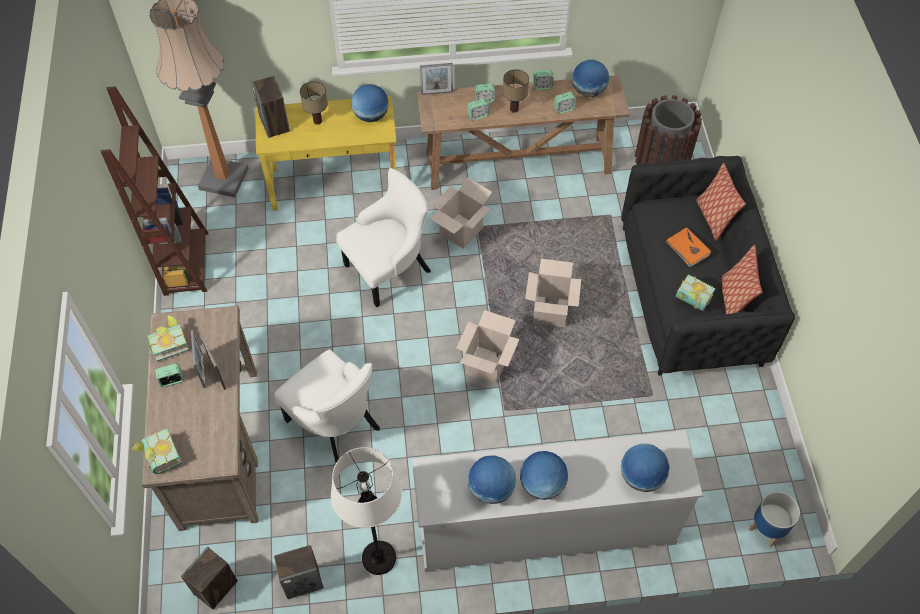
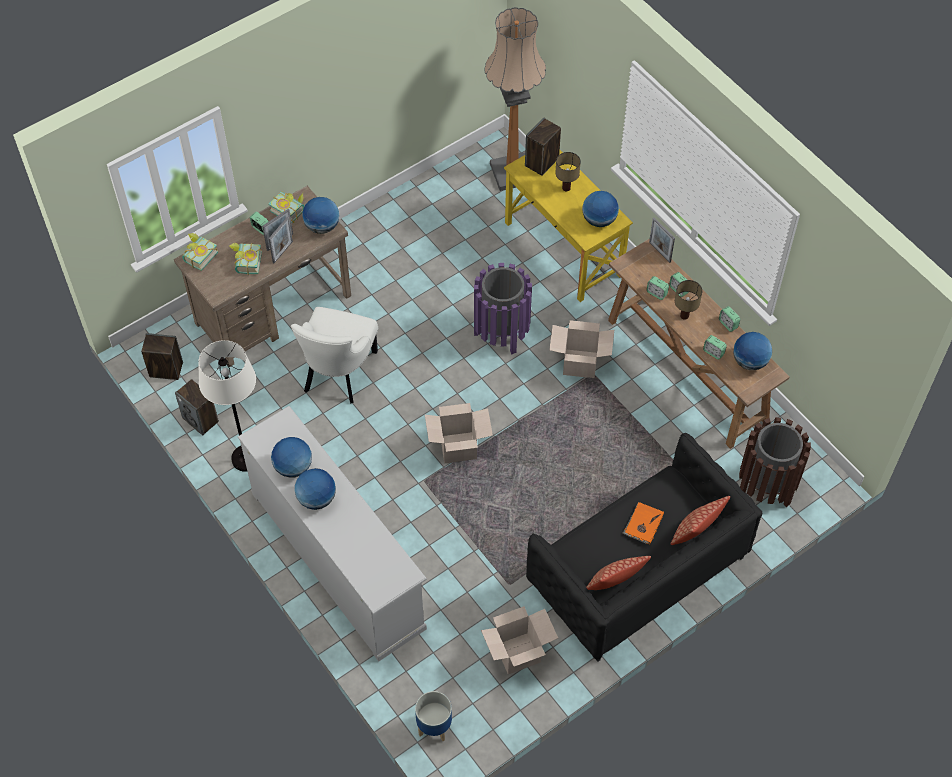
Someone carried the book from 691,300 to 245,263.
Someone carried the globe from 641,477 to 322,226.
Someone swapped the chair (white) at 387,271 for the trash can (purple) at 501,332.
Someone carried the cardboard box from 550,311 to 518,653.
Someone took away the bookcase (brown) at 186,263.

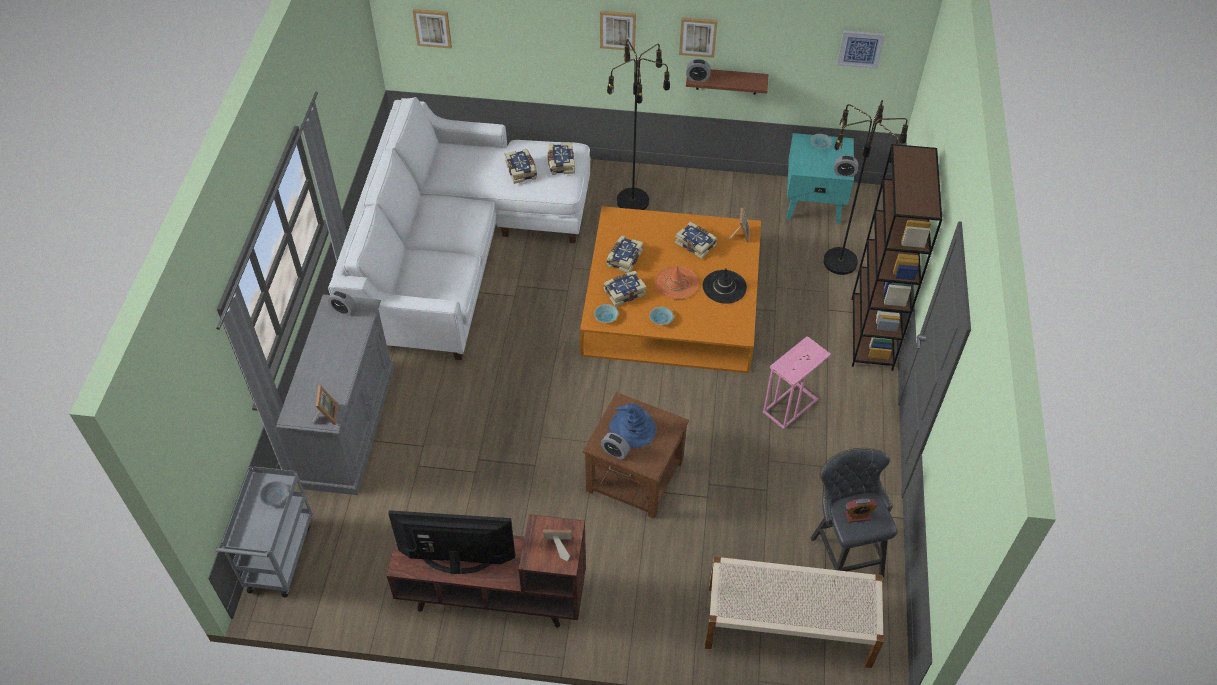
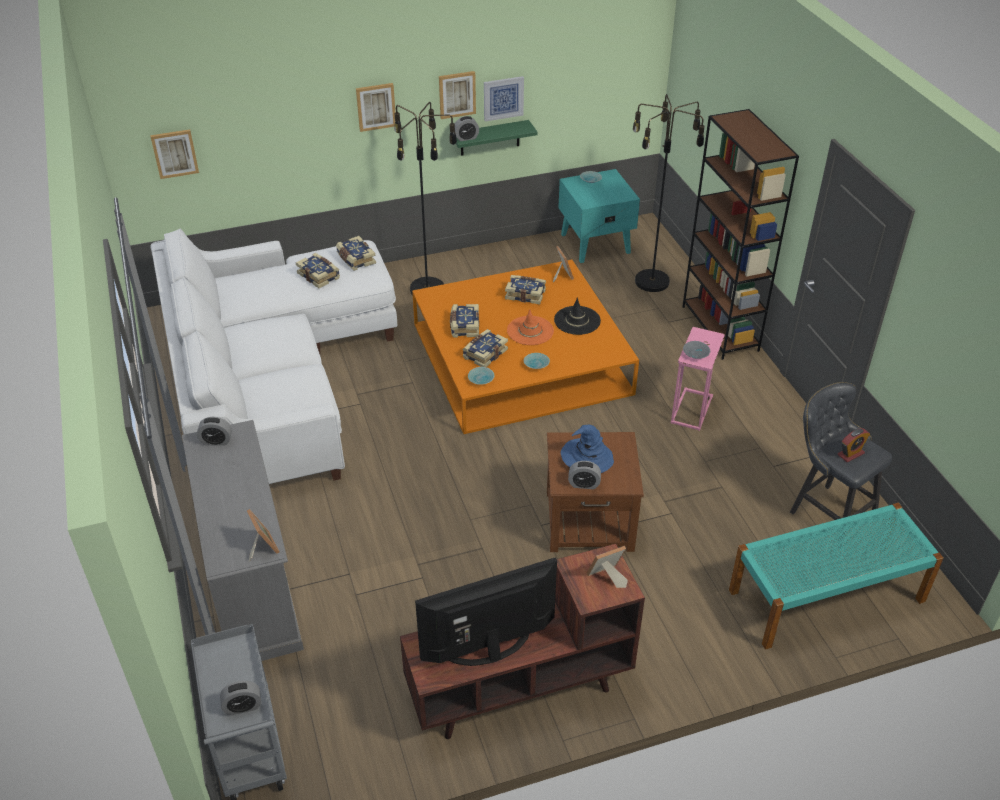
Someone carried the alarm clock from 844,173 to 243,706.
Someone repainted the shelf (brown) at 727,81, which became the shelf (green) at 490,138.
Someone carried the picture from 860,48 to 503,98.
Someone carried the bowl (grey) from 275,496 to 696,354.
Someone repainted the bench (beige) at 788,626, which became the bench (turquoise) at 826,596.

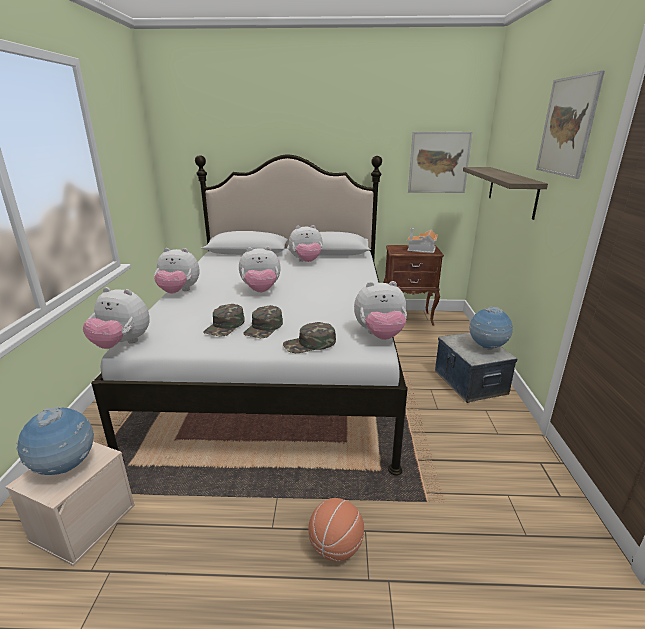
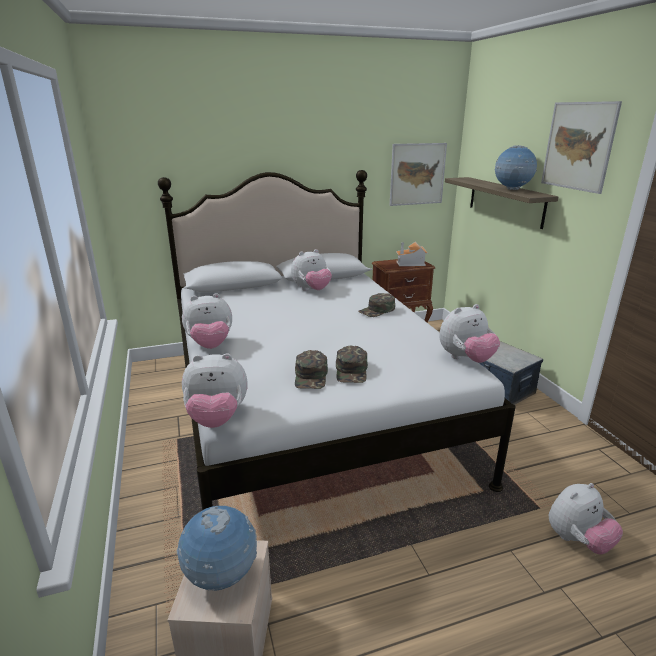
Someone carried the cap (green) from 309,344 to 377,310.
Someone carried the globe from 487,347 to 512,189.
Someone carried the plush toy from 261,291 to 577,540.
Someone took away the basketball at 335,547.

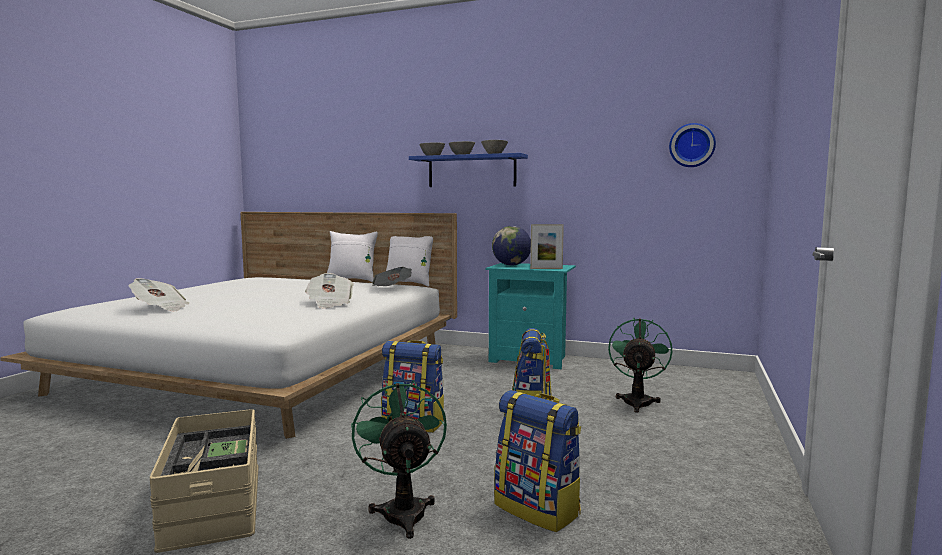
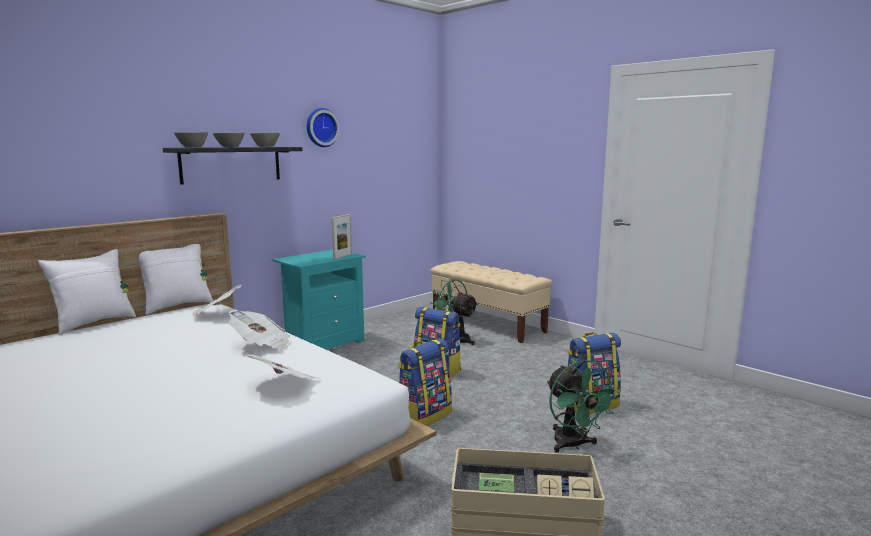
Someone repainted the shelf (blue) at 471,171, which became the shelf (black) at 231,164.
Someone carried the newspaper from 160,308 to 283,385.
Someone carried the wall clock from 692,145 to 321,127.
Someone put down the bench (beige) at 488,324.
Someone rotated the fan (green) at 402,510 by 120 degrees counterclockwise.
Someone took away the globe at 511,265.

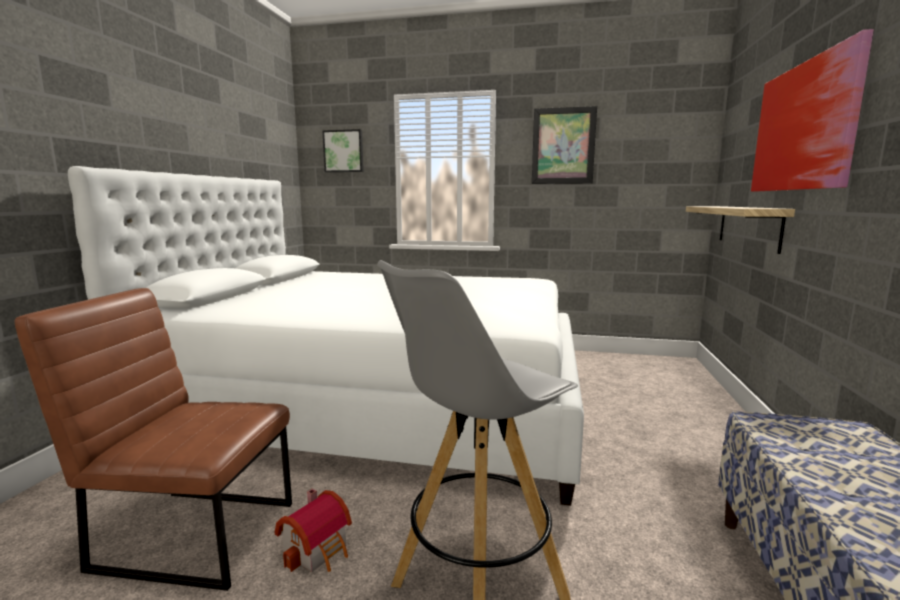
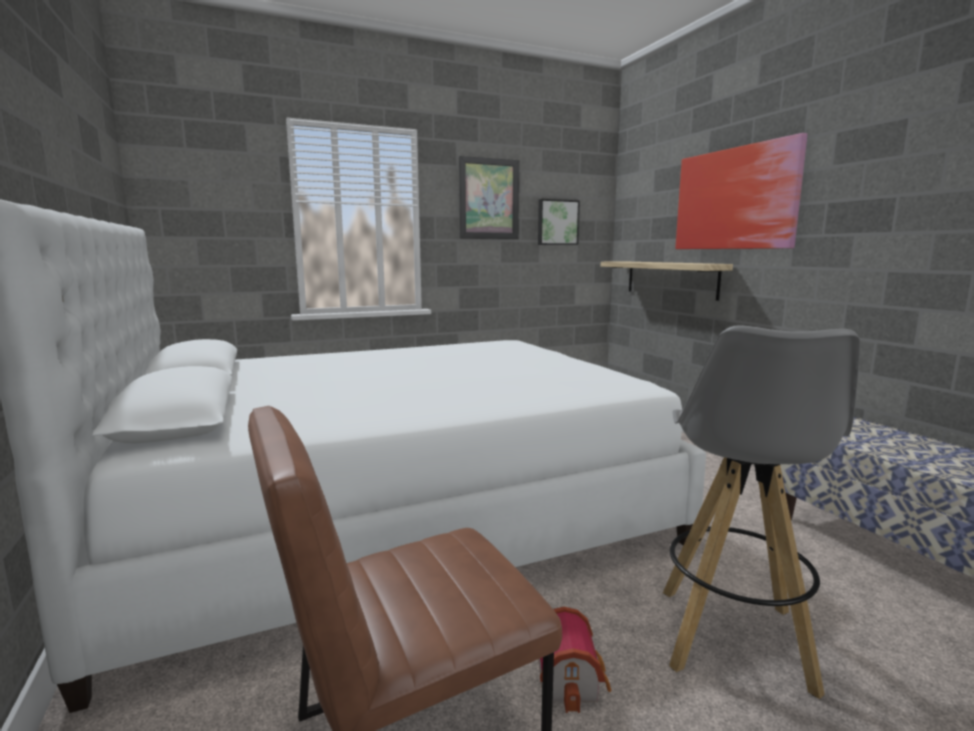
Someone carried the picture from 344,151 to 557,222.

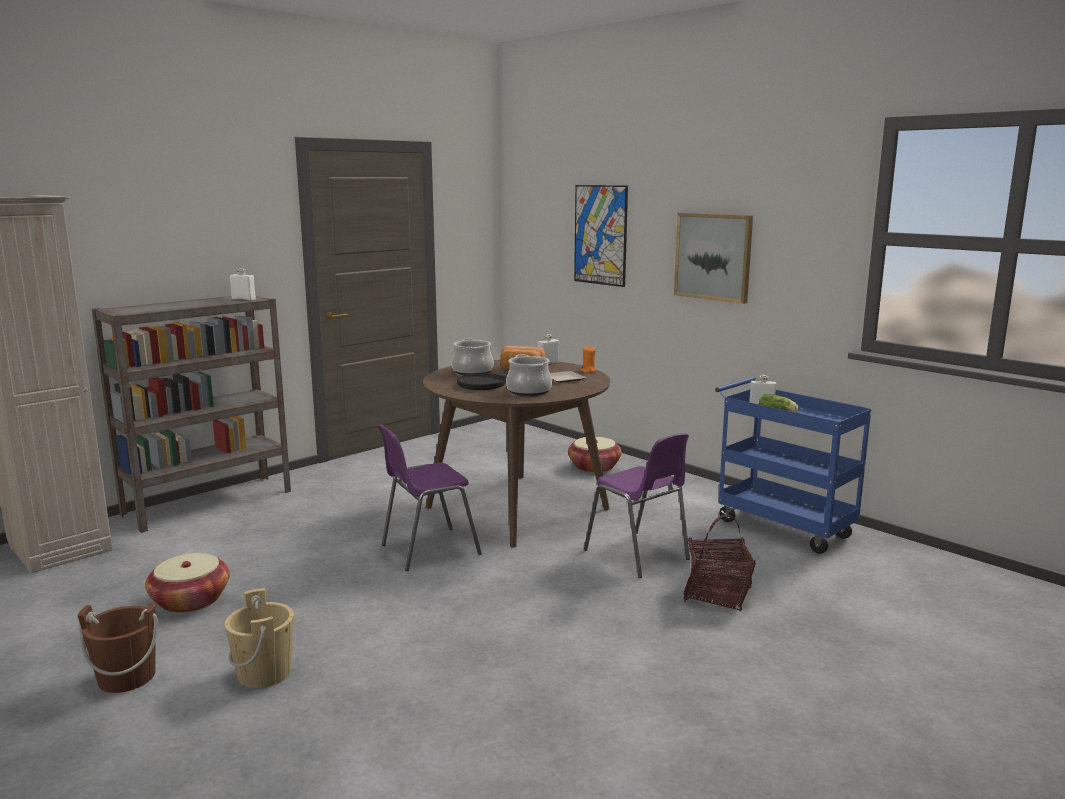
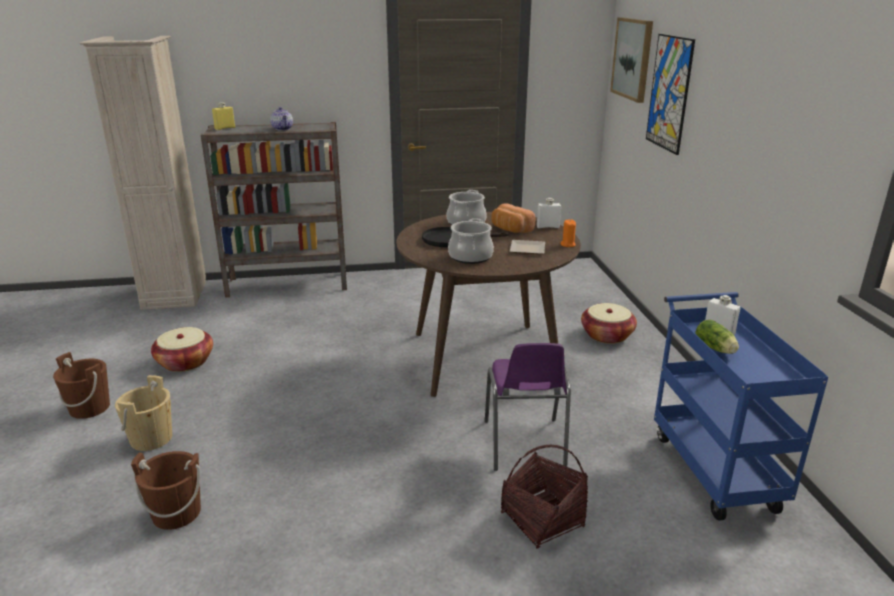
Someone put down the bucket (brown) at 176,513.
Someone put down the bottle (yellow) at 225,128.
Someone put down the teapot at 283,129.
Someone carried the picture from 713,256 to 633,58.
Someone took away the bottle (white) at 243,299.
Someone took away the chair (purple) at 427,550.

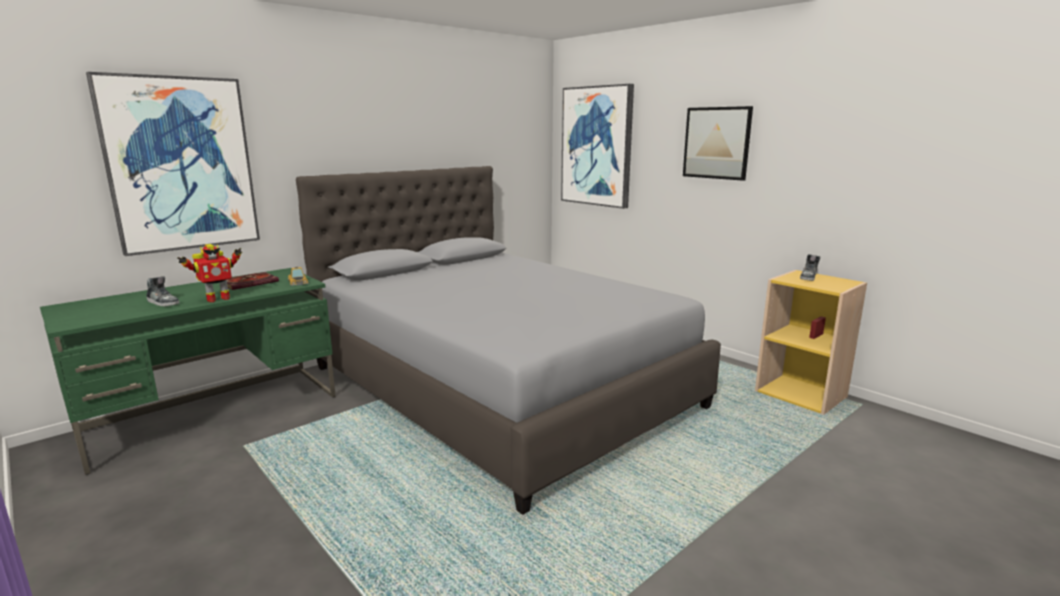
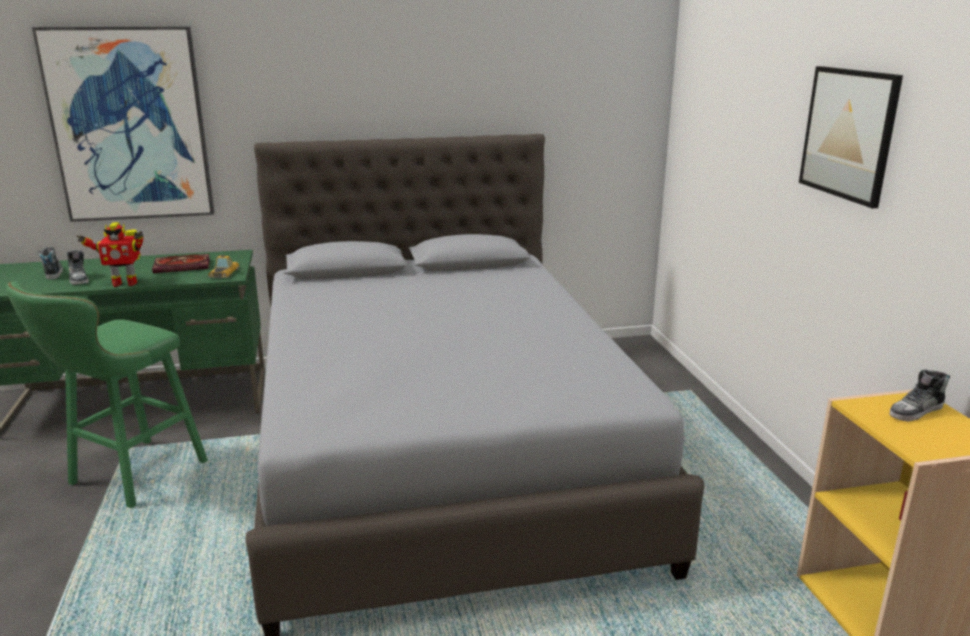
Someone put down the stool (green) at 126,479.
Someone put down the shoe at 53,273.
Someone took away the picture at 597,146.

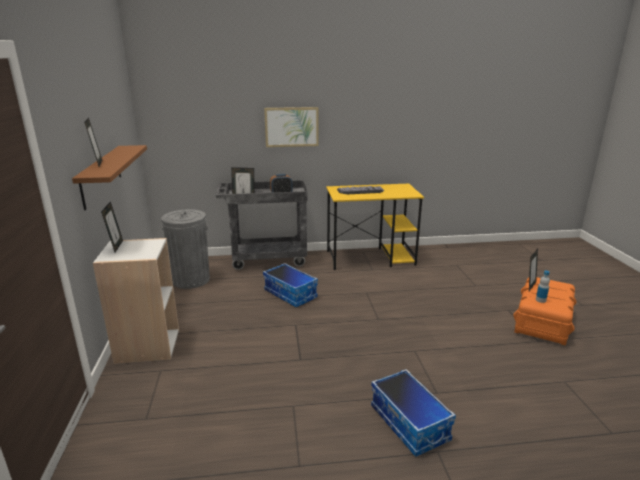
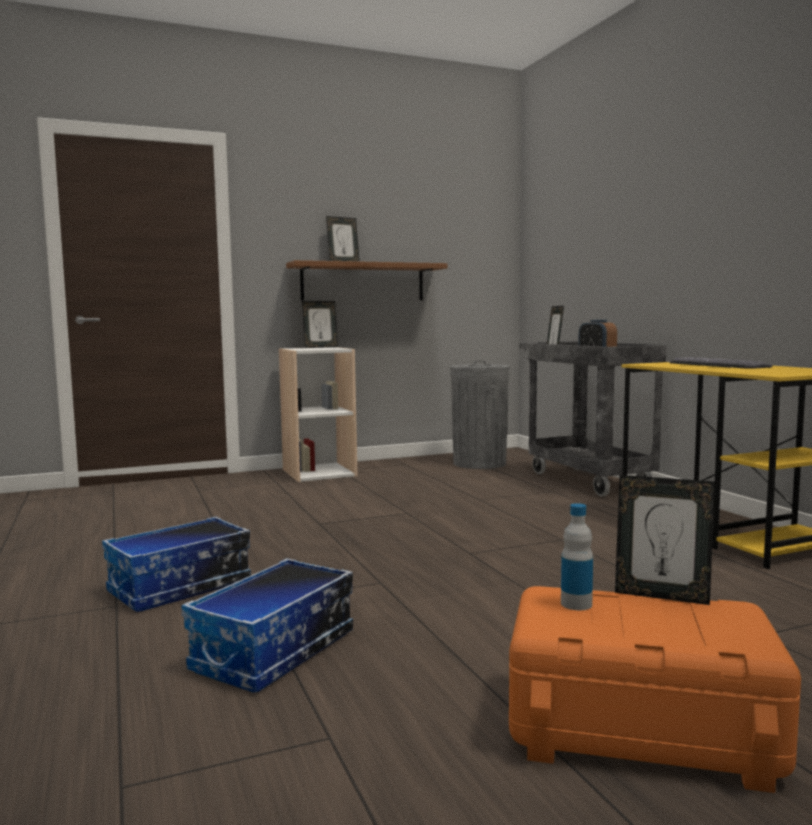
Someone carried the storage box from 291,294 to 275,652.
Someone took away the picture at 291,127.

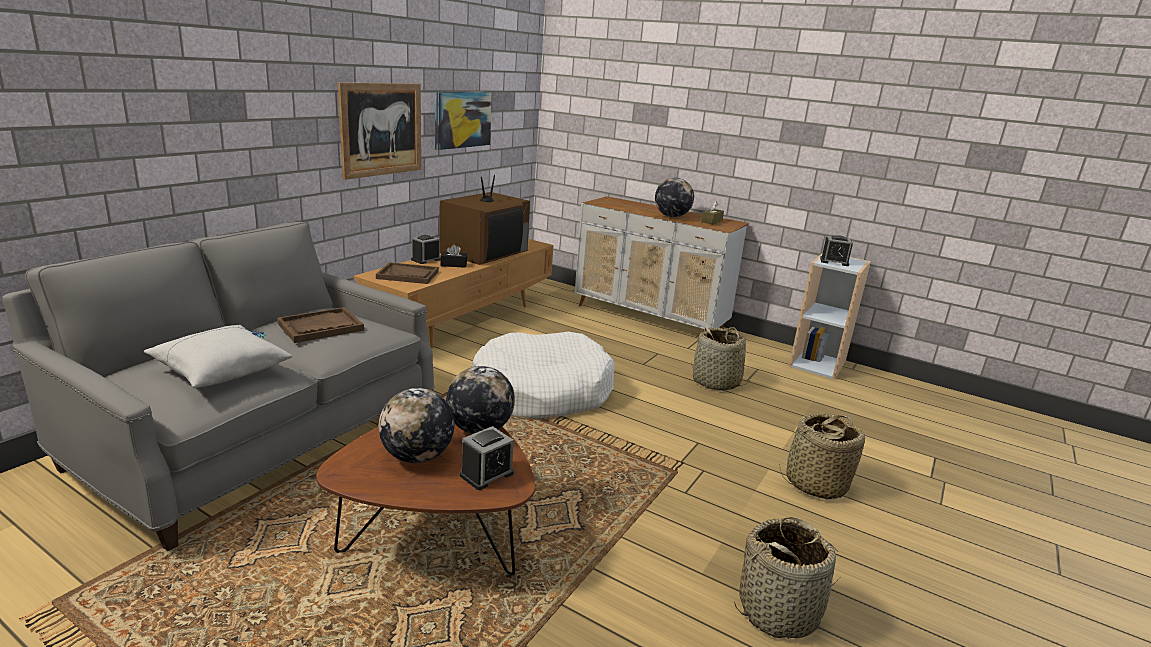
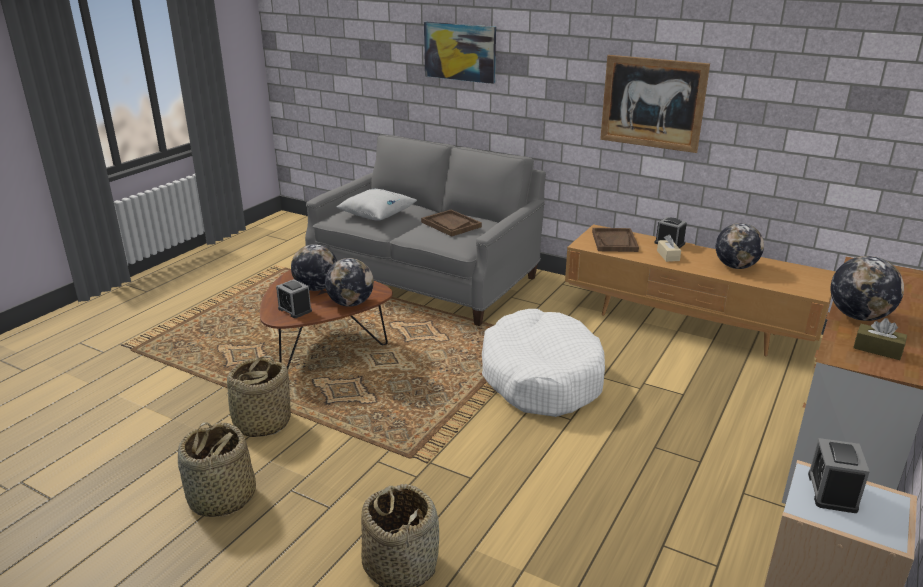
Someone carried the basket from 716,382 to 262,423.
Someone carried the picture from 462,119 to 460,52.
Someone repainted the tissue box (black) at 453,265, which became the tissue box (beige) at 668,256.
Someone swapped the television at 486,252 for the globe at 735,266.

